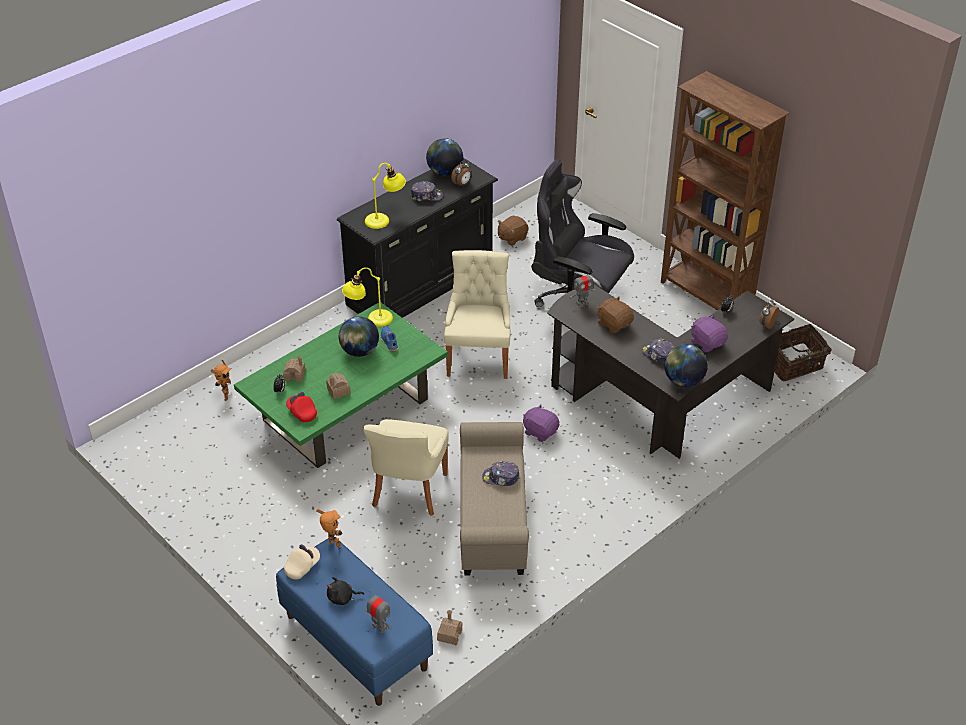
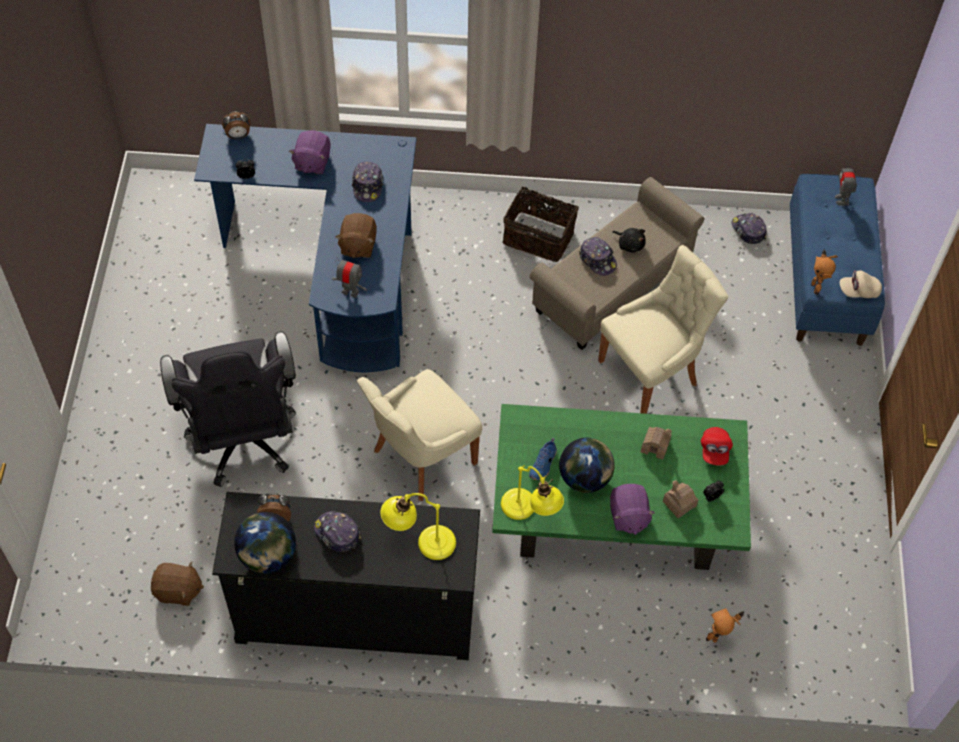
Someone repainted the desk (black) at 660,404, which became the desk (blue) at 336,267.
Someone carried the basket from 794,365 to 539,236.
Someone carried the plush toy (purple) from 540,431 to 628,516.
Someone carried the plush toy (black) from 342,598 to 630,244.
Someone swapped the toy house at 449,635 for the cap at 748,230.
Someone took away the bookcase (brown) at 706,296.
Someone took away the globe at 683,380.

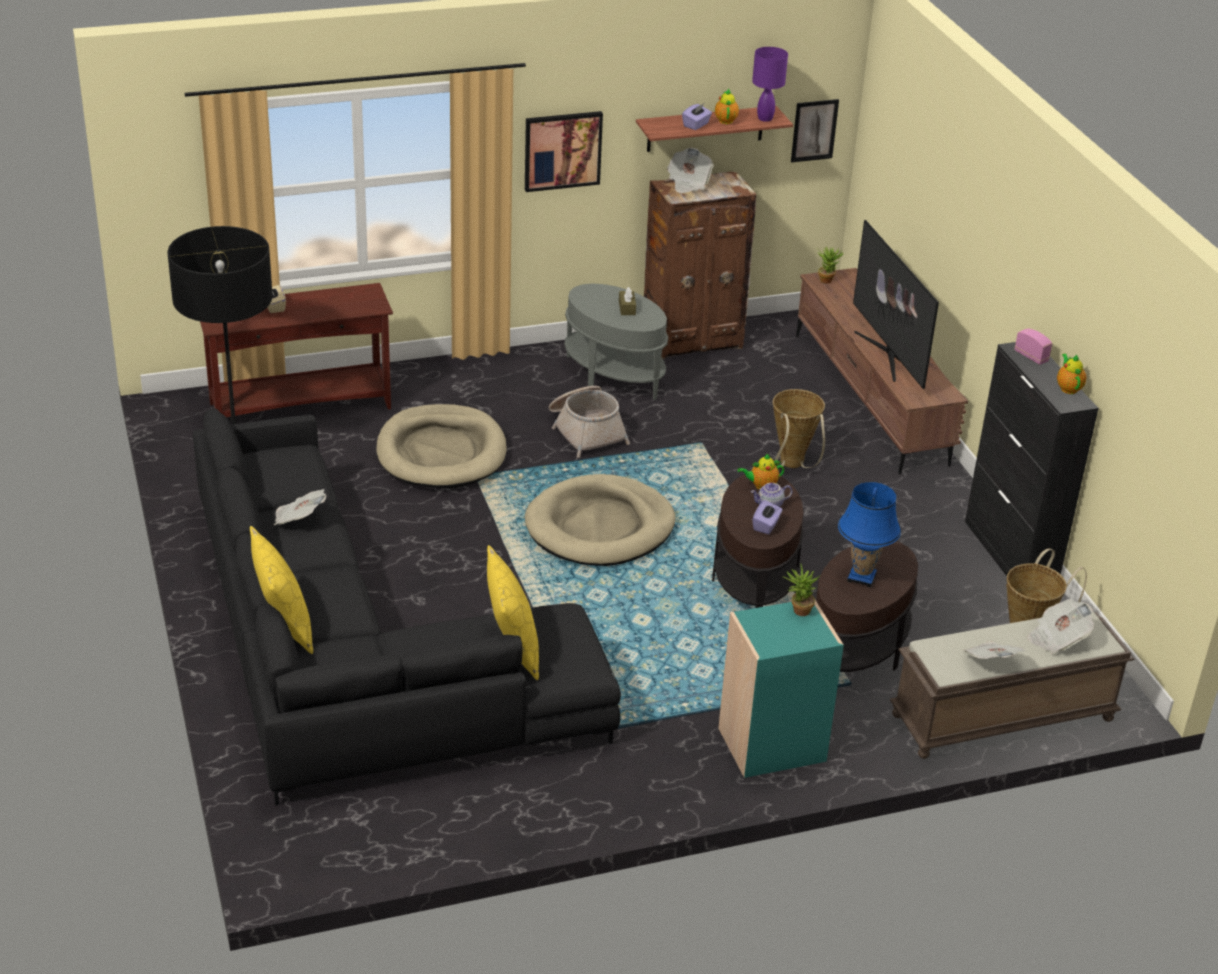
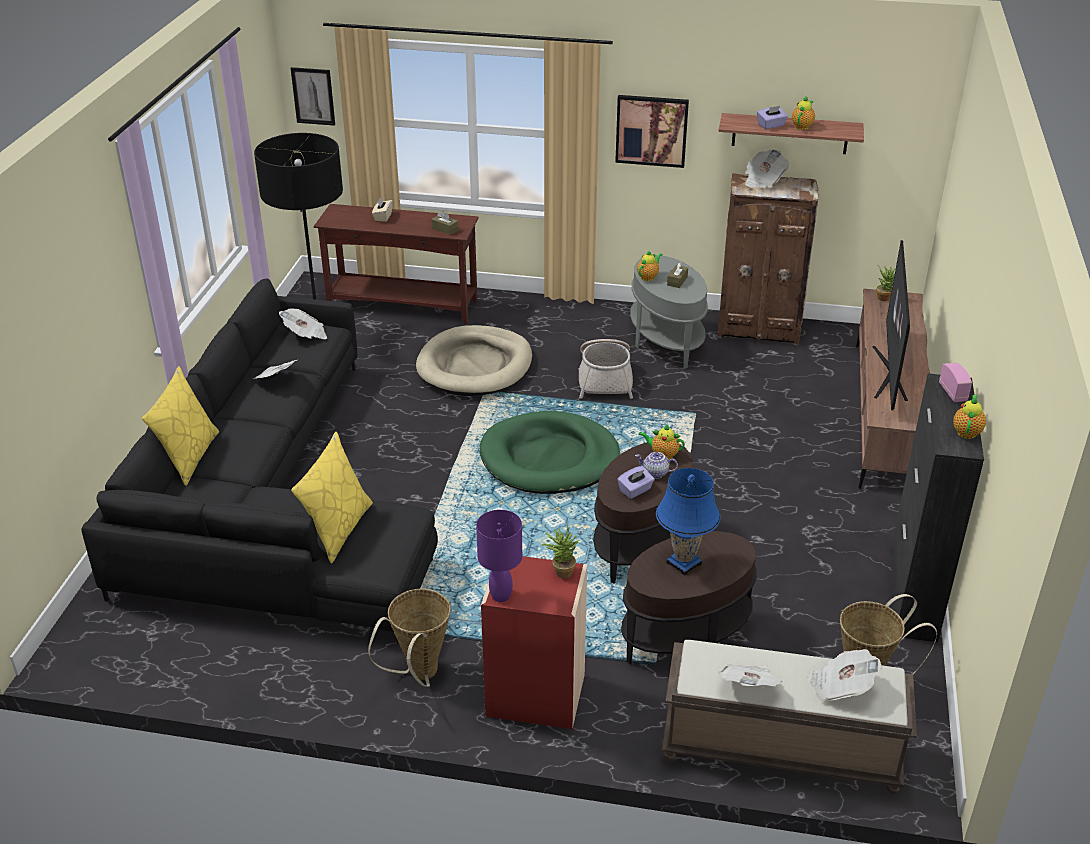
Someone put down the newspaper at 305,335.
Someone carried the picture from 814,130 to 313,96.
Someone carried the basket from 792,465 to 419,675.
Someone put down the tissue box (brown) at 445,229.
Someone carried the table lamp (purple) from 764,118 to 500,595.
Someone repainted the dog bed (beige) at 600,527, which became the dog bed (green) at 549,458.
Someone repainted the bookcase (turquoise) at 771,746, which became the bookcase (red) at 534,695.
Someone put down the teapot at 648,277.

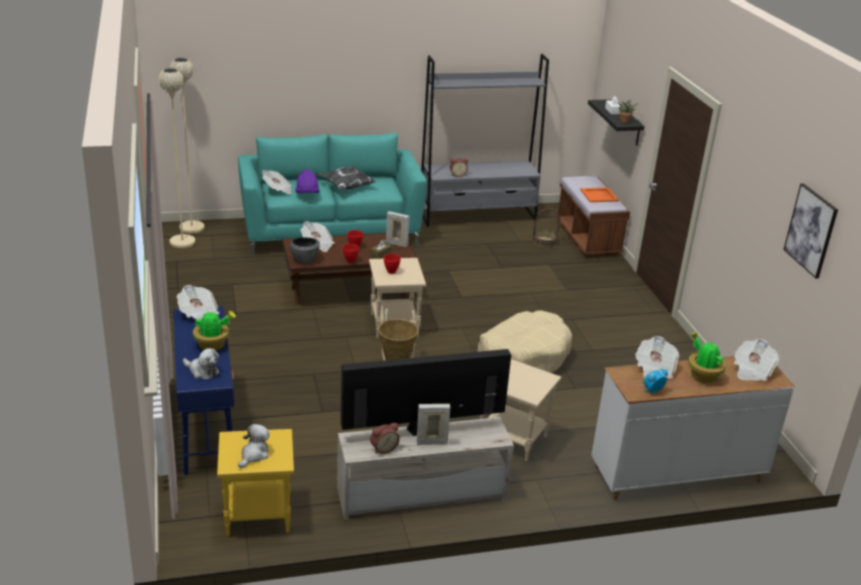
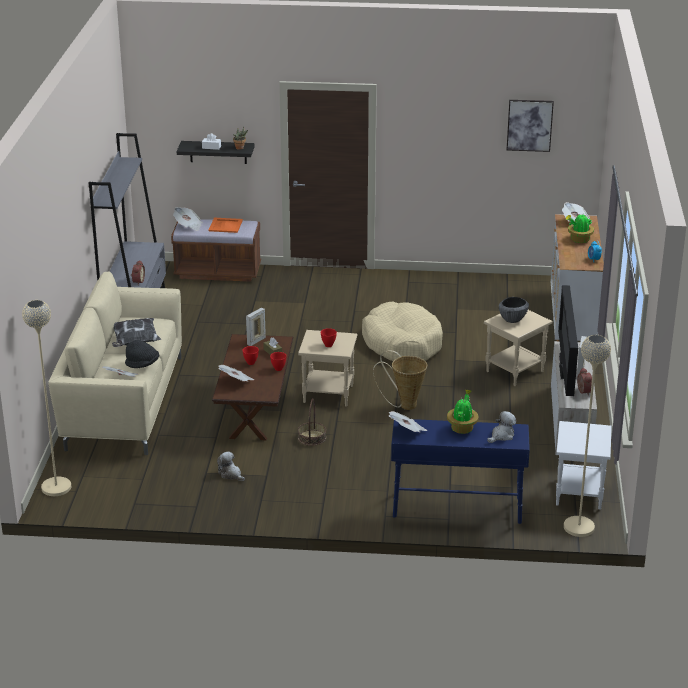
Someone repainted the sofa (turquoise) at 330,233, which became the sofa (beige) at 123,402.
Someone repainted the hat (purple) at 307,194, which became the hat (black) at 142,364.
Someone carried the newspaper from 654,369 to 188,226.
Someone carried the plush toy from 254,455 to 231,474.
Someone carried the basket from 544,242 to 312,438.
Someone carried the bowl from 304,260 to 512,320.
Someone repainted the side table (yellow) at 257,516, which became the side table (white) at 580,494.
Someone carried the floor lamp (beige) from 182,242 to 579,528.

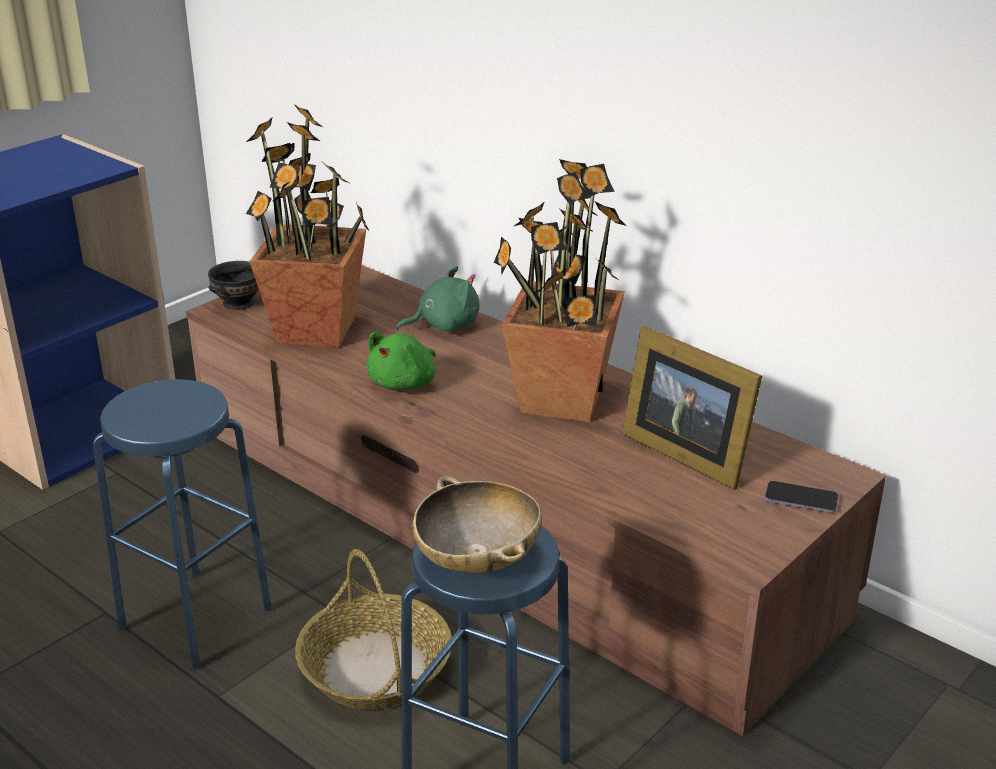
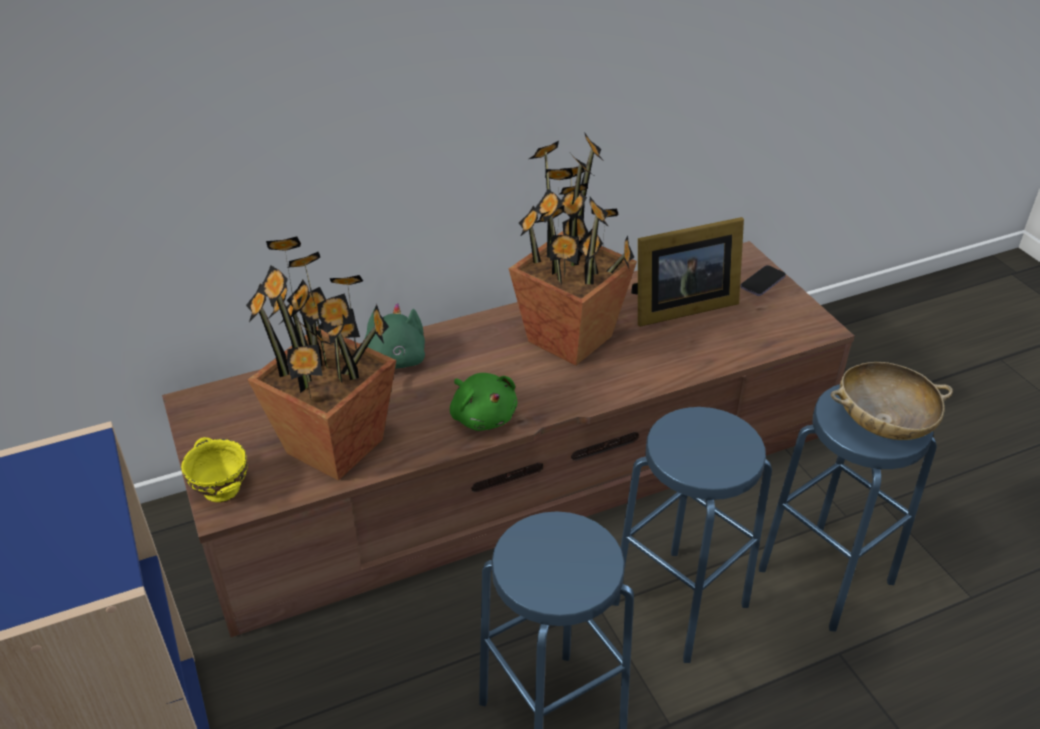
Someone repainted the bowl (black) at 240,303, which became the bowl (yellow) at 222,488.
Someone swapped the basket at 376,668 for the stool (blue) at 680,603.

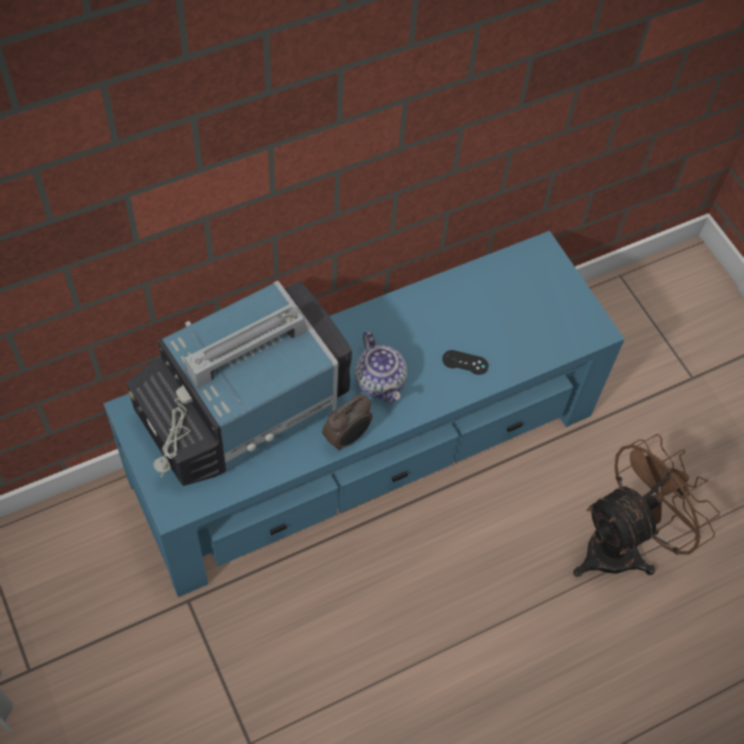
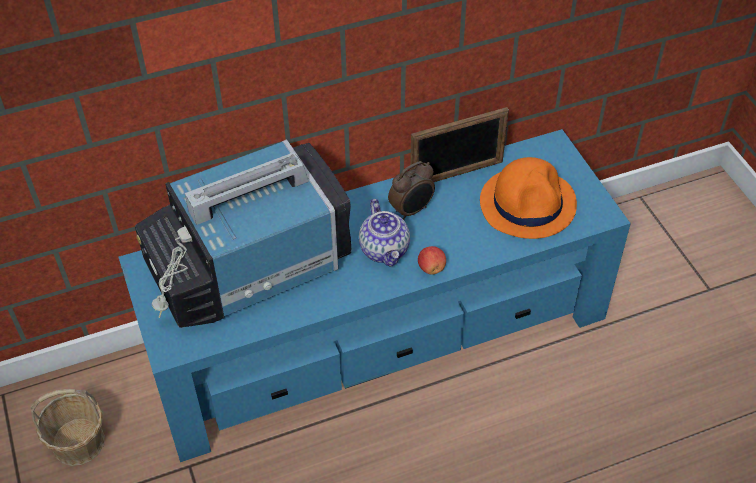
Someone put down the basket at 79,442.
Someone carried the alarm clock from 347,437 to 412,210.
Someone put down the picture frame at 457,174.
Someone put down the apple at 431,268.
Someone put down the hat (orange) at 528,203.
Someone took away the game controller (black) at 465,362.
Someone took away the fan (brown) at 622,545.

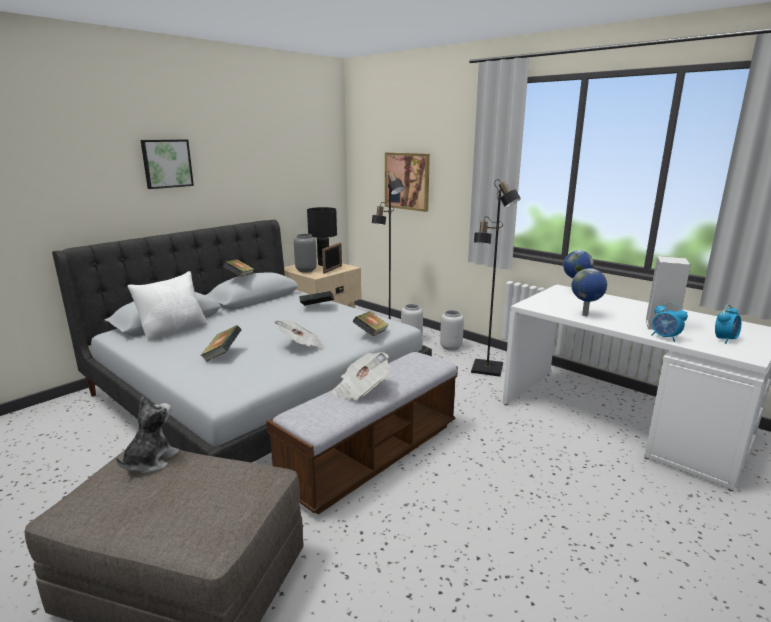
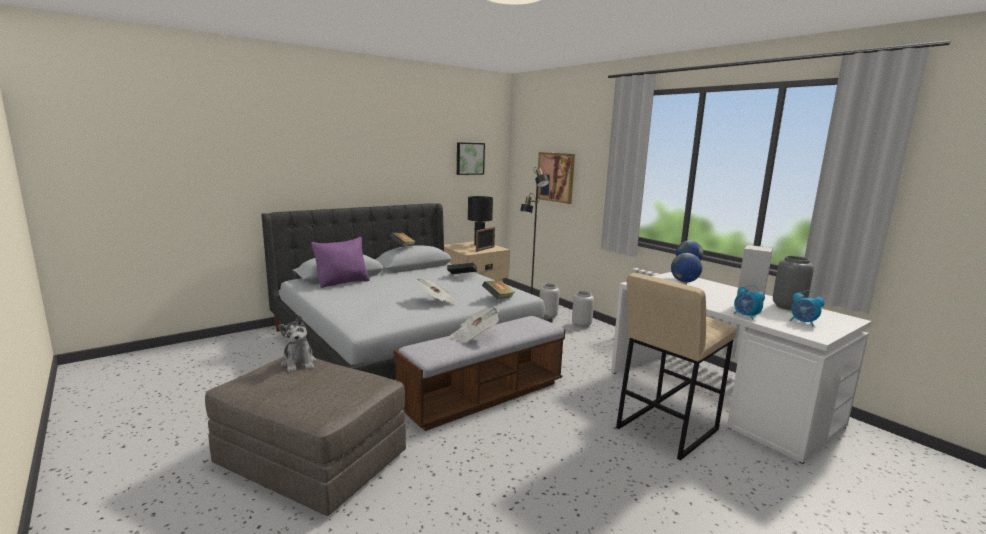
Someone rotated the plush toy at 150,461 by 120 degrees clockwise.
Someone repainted the pillow (white) at 174,330, which became the pillow (purple) at 343,282.
Someone carried the picture from 166,163 to 469,158.
Someone put down the stool (beige) at 666,429.
Someone carried the vase (grey) from 305,270 to 787,307.
Someone rotated the alarm clock at 725,339 by 75 degrees clockwise.
Someone took away the book at 222,355.
Someone took away the floor lamp (black) at 487,368.

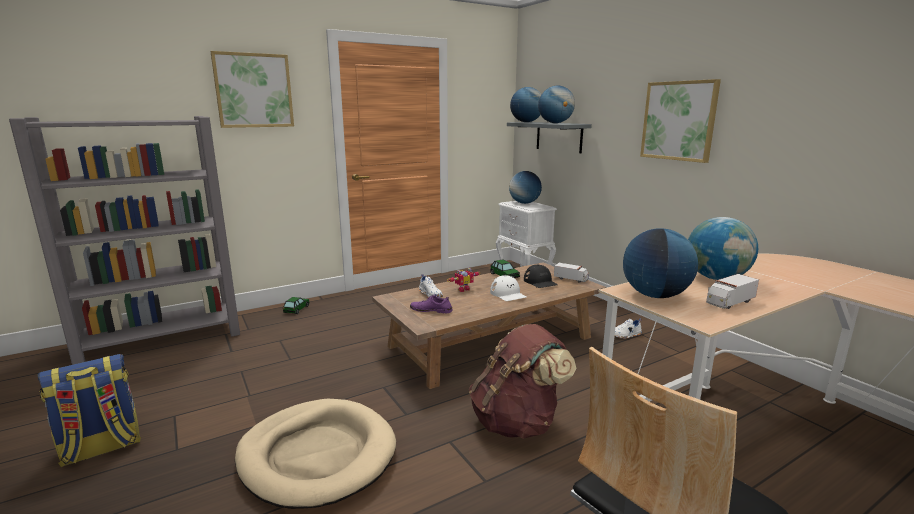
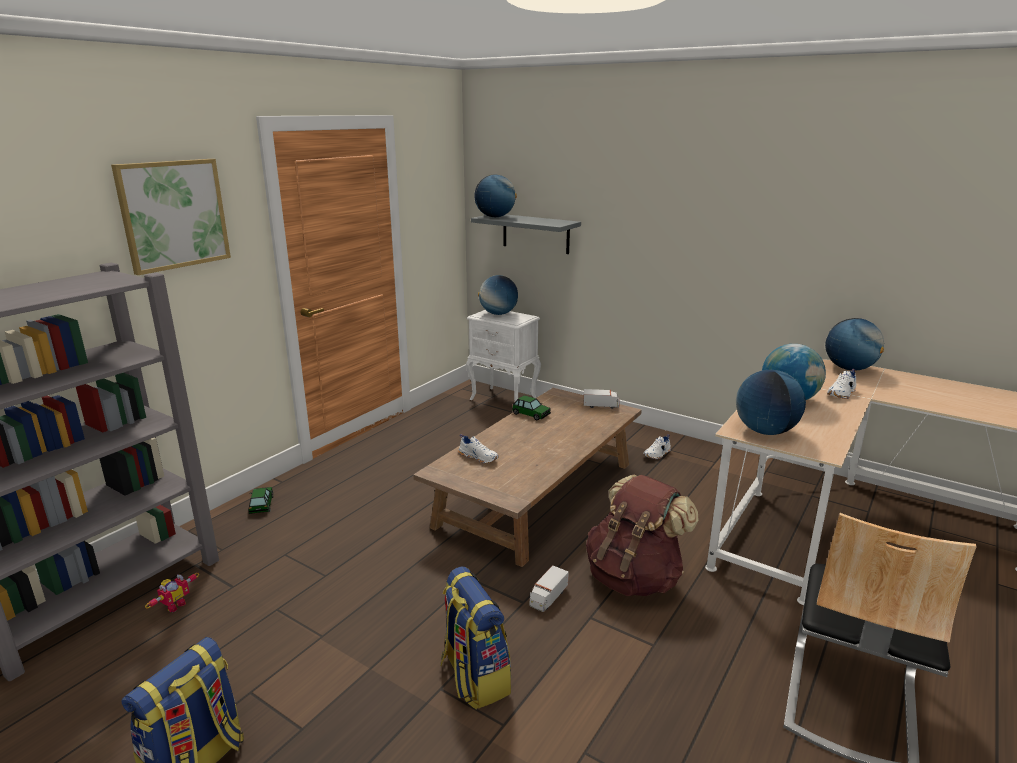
Someone carried the toy robot from 462,289 to 174,605.
Someone swapped the dog bed (beige) at 317,455 for the backpack at 474,677.
Someone carried the toy truck from 729,302 to 548,597.
Someone carried the globe from 555,123 to 849,368.
Someone put down the shoe (white) at 842,394.
Someone took away the shoe (purple) at 431,310.
Someone took away the cap (white) at 508,294.
Someone took away the cap (black) at 540,282.
Someone took away the picture at 678,121.

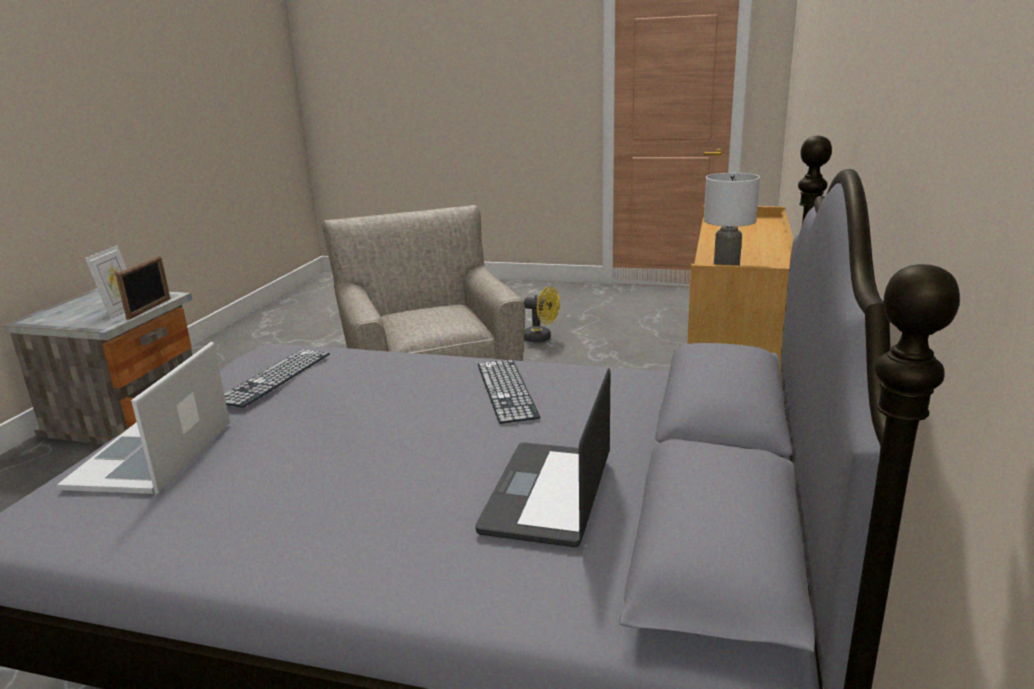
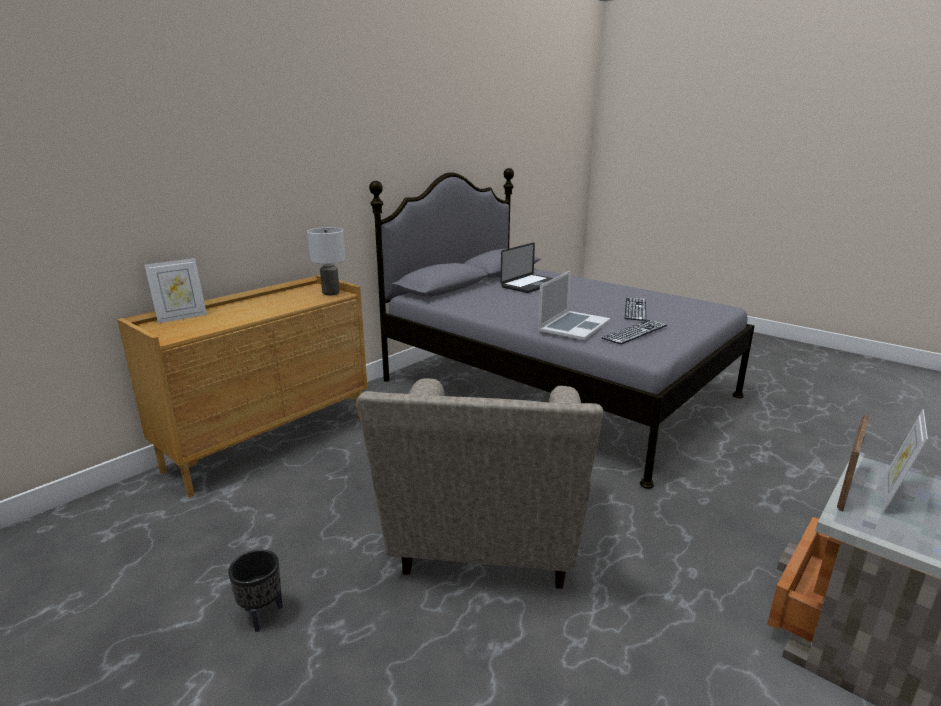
Someone put down the picture frame at 181,317.
Someone swapped the fan (yellow) at 541,338 for the planter (black) at 261,616.
Someone carried the laptop from 152,454 to 574,325.
Someone carried the keyboard from 506,389 to 635,309.

